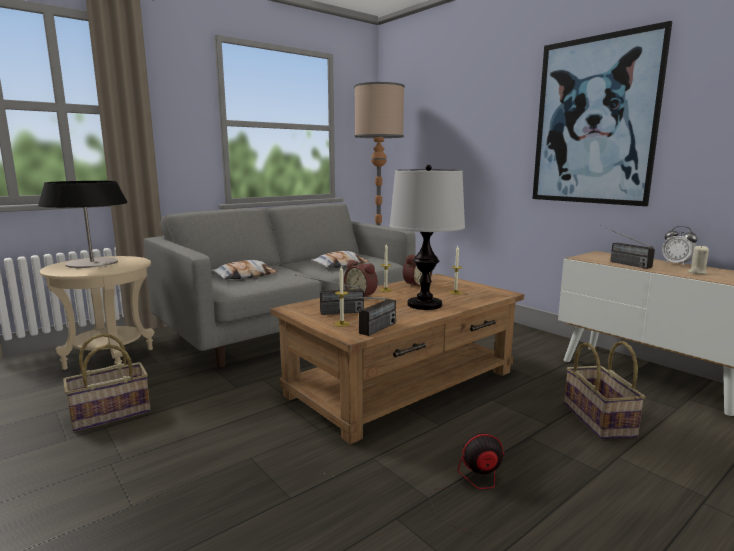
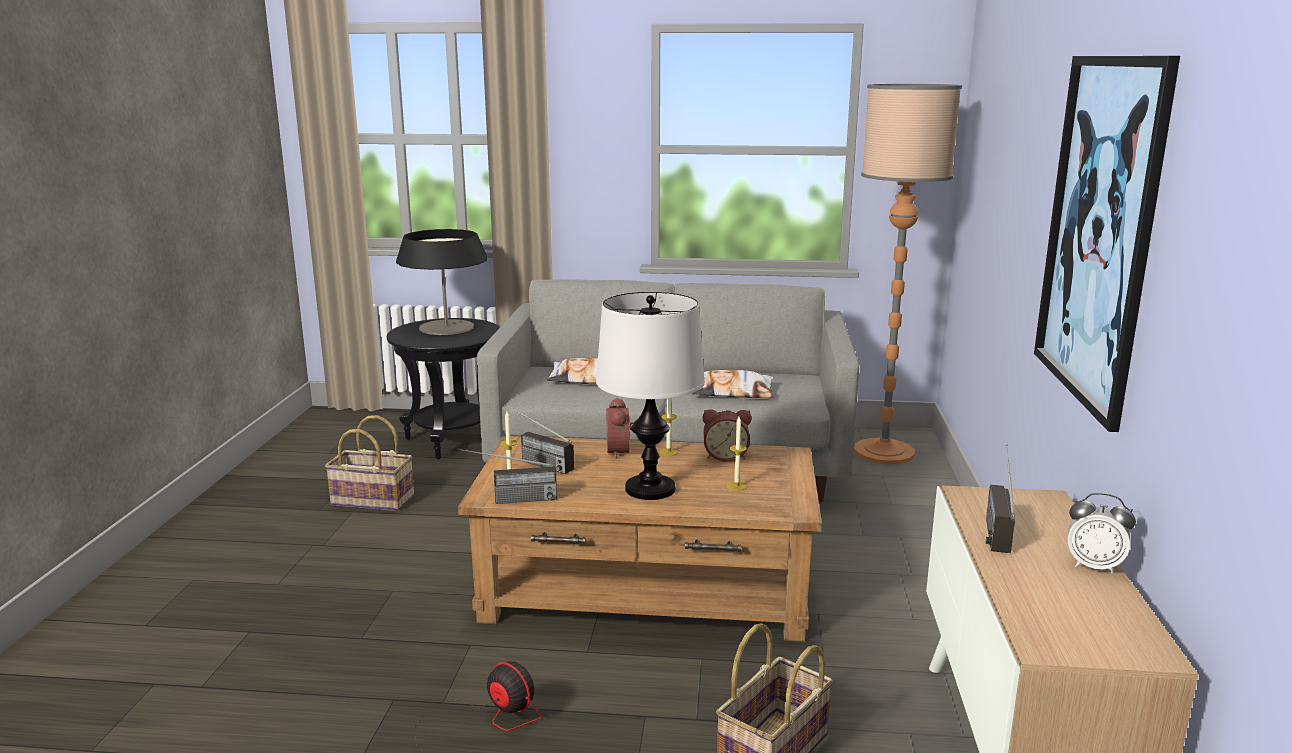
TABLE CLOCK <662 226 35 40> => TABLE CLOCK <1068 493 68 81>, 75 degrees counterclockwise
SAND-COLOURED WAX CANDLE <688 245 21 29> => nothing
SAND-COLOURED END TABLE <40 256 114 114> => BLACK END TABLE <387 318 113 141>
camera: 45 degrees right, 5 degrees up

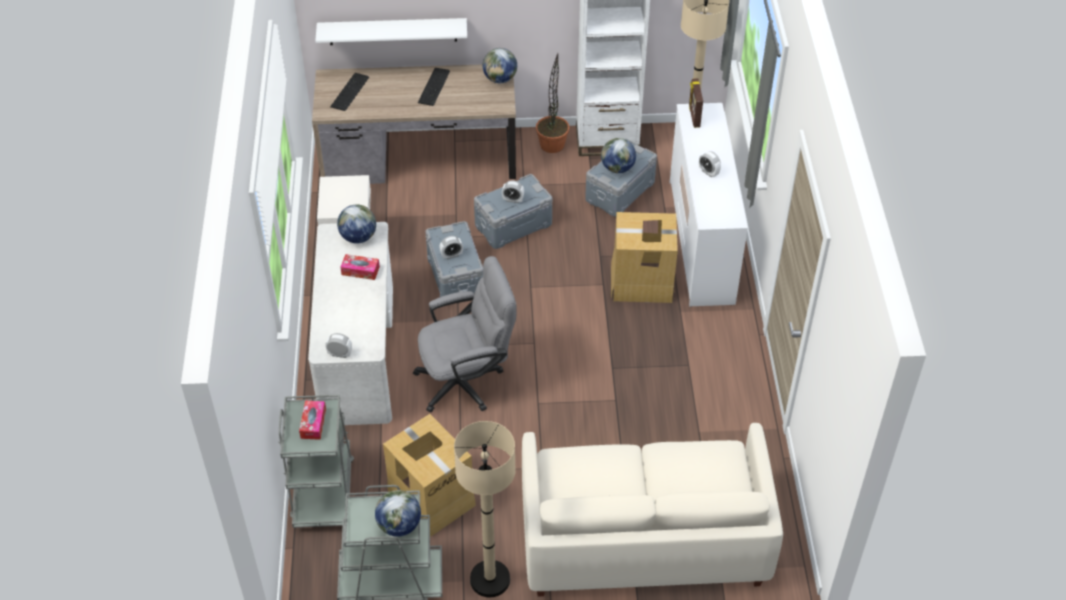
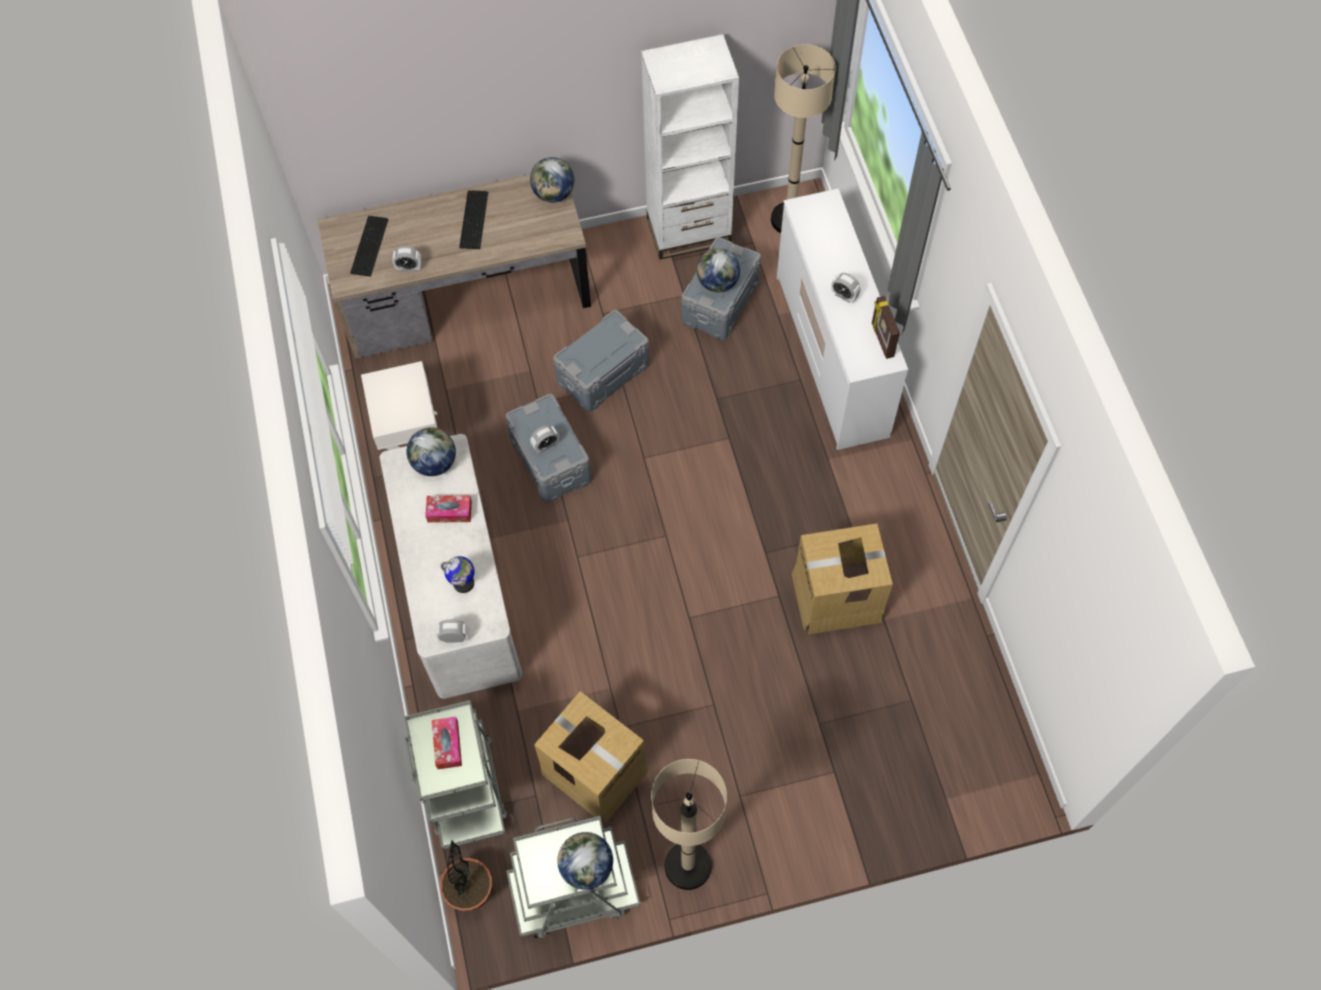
WHITISH SHELF <315 18 152 27> => nothing
PLANT IN A POT <536 53 33 100> => PLANT IN A POT <440 840 52 71>, shifted
STANDING FRAME <689 78 14 50> => STANDING FRAME <872 296 28 63>, shifted
TABLE CLOCK <502 180 22 23> => TABLE CLOCK <392 246 29 25>, shifted
PACKING BOX <611 212 67 91> => PACKING BOX <791 523 102 112>, shifted
GRAY DESK CHAIR <413 256 104 157> => nothing
WHITISH SETTEE <522 423 261 173> => nothing
nothing => DESK GLOBE <441 556 34 37>
camera: 10 degrees left, 15 degrees up

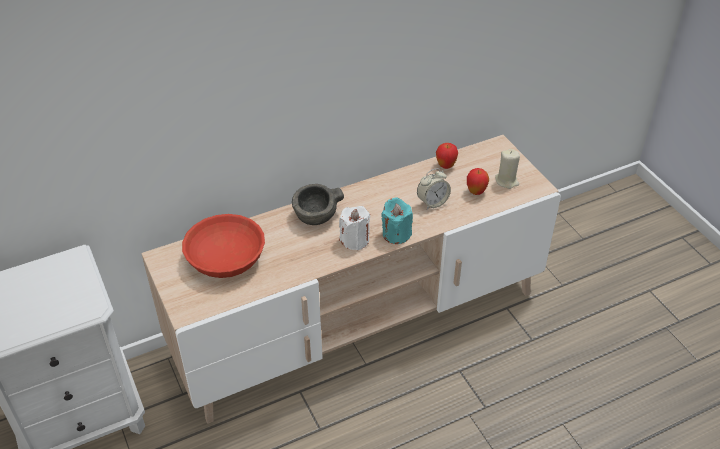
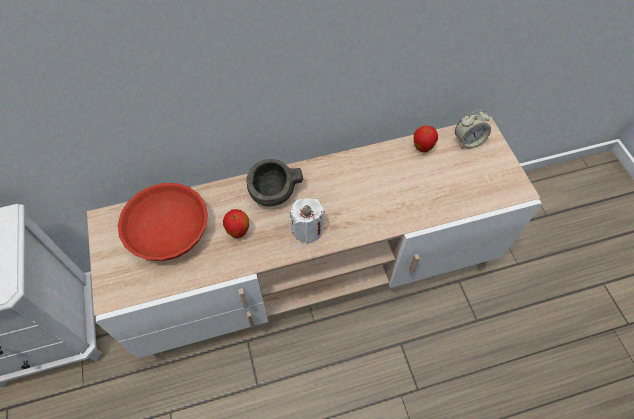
SAND-COLOURED WAX CANDLE <495 149 25 40> => nothing
TABLE CLOCK <417 168 34 41> => TABLE CLOCK <455 110 36 39>, shifted
WHOLE APPLE <467 168 22 27> => WHOLE APPLE <223 209 26 29>, shifted
TURQUOISE WAX CANDLE <381 197 32 47> => nothing
camera: 10 degrees right, 15 degrees up

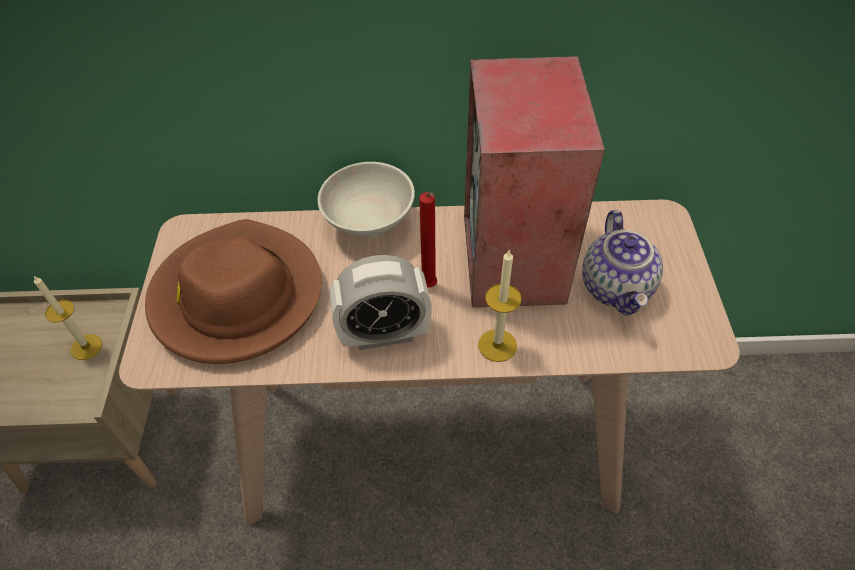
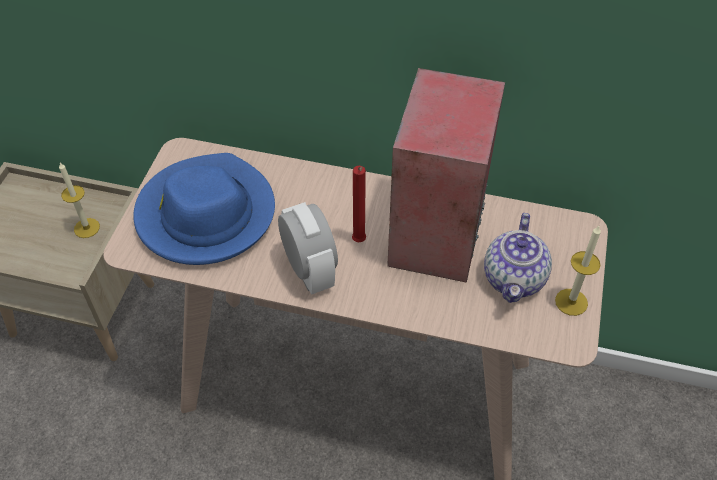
WHITISH DEEP DISH <318 162 97 76> => nothing
BROWN HAT <145 219 177 145> => BLUISH HAT <133 153 142 112>
WAX CANDLE <478 249 43 113> => WAX CANDLE <555 226 46 90>, shifted
TABLE CLOCK <330 255 102 95> => TABLE CLOCK <278 202 60 93>, 120 degrees counterclockwise
camera: 15 degrees right, 0 degrees up

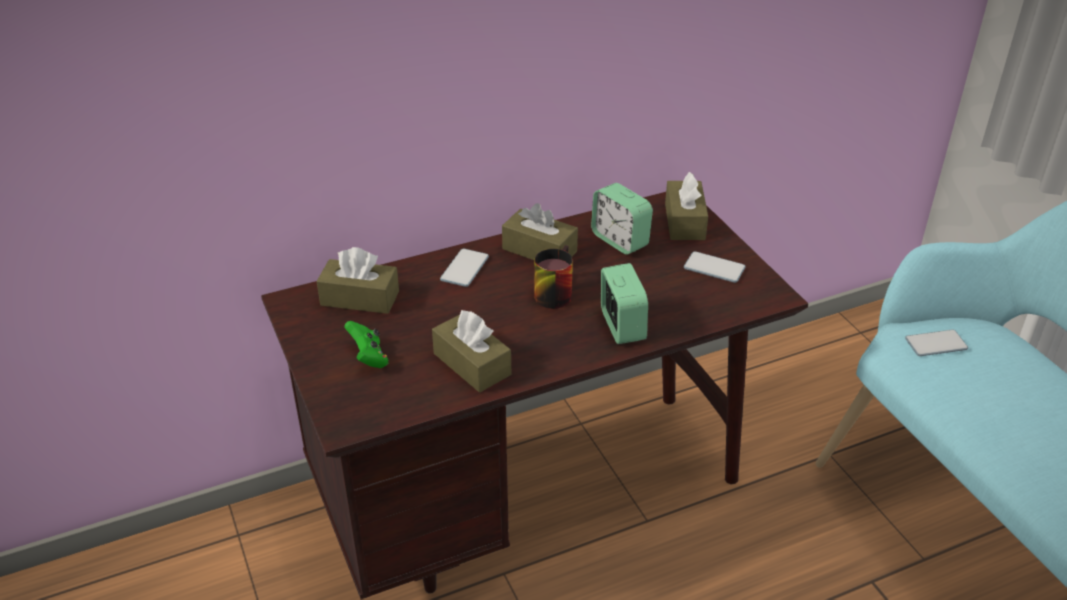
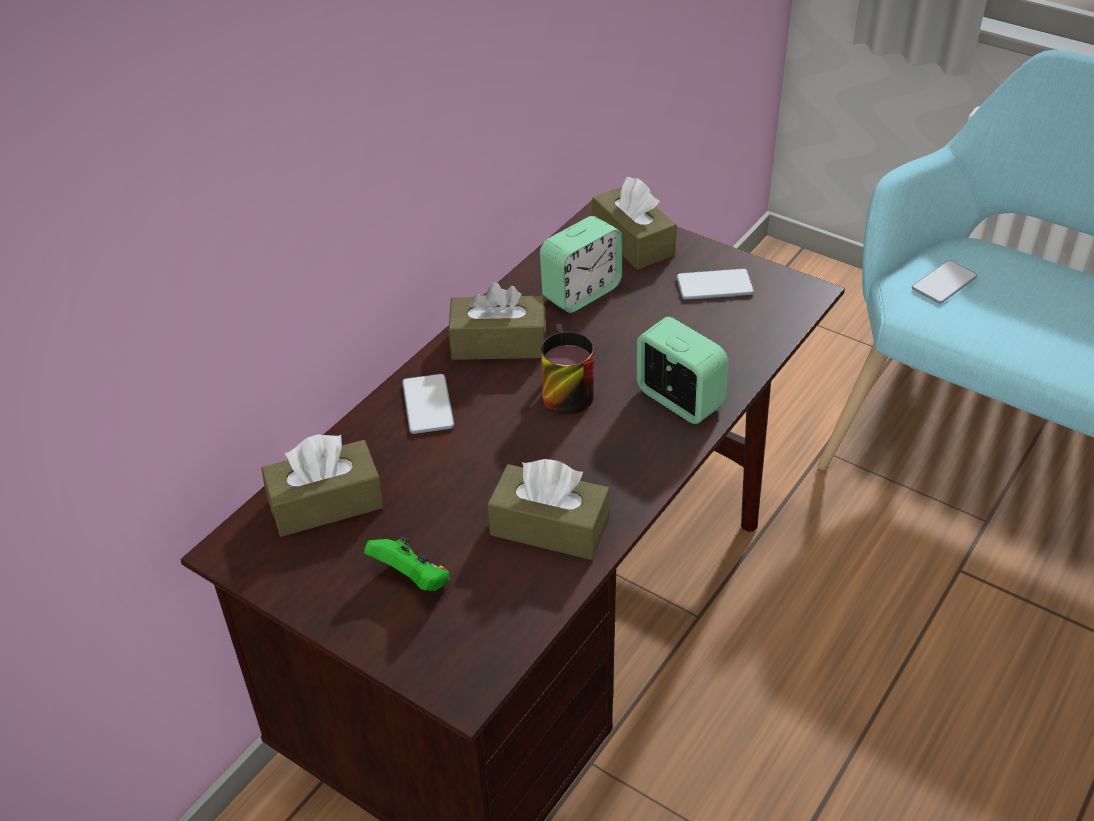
TABLE CLOCK <591 183 62 72> => TABLE CLOCK <540 216 82 97>, 60 degrees counterclockwise
camera: 30 degrees left, 5 degrees up

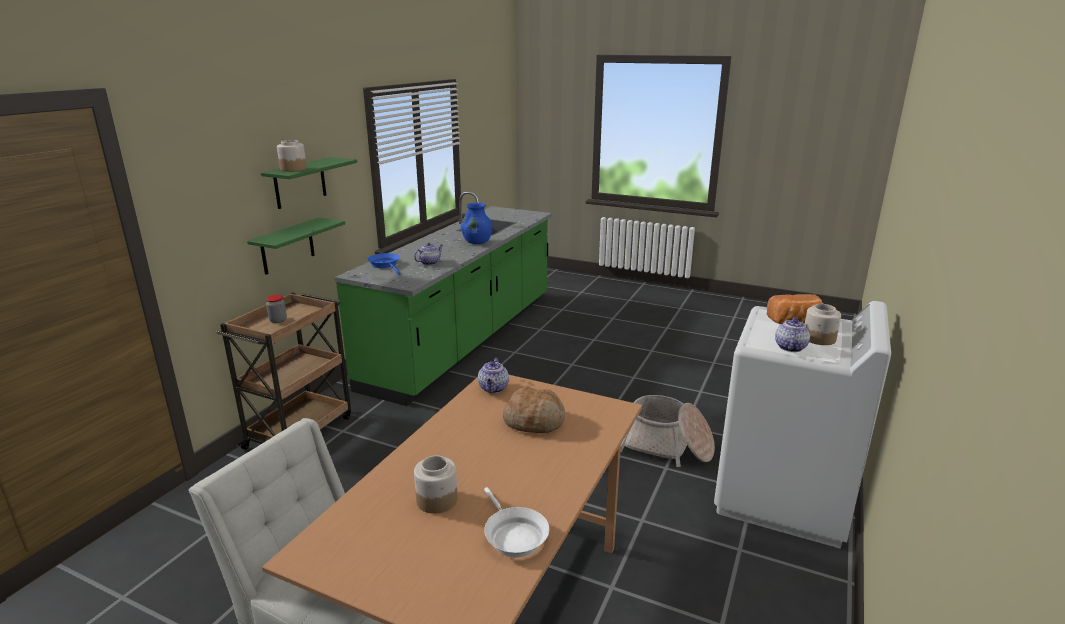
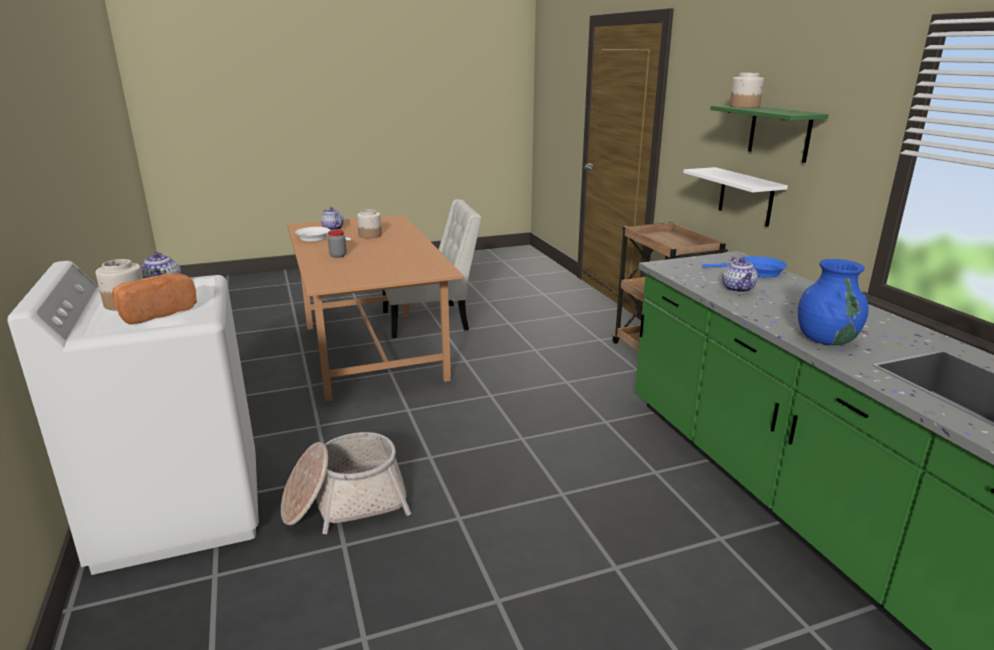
GREEN SHELF <247 217 98 58> => WHITISH SHELF <683 167 105 60>
PRESERVE JAR <266 295 21 28> => PRESERVE JAR <328 230 19 28>, shifted
POT FOR TEA <478 358 31 35> => POT FOR TEA <321 207 23 24>, shifted
BAKED BREAD <503 387 62 46> => nothing
camera: 135 degrees right, 0 degrees up

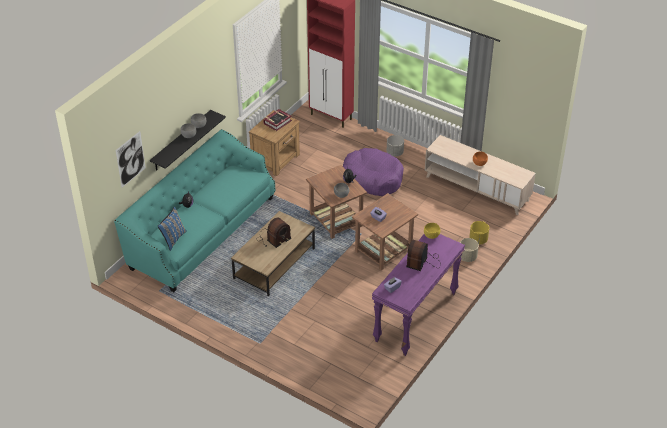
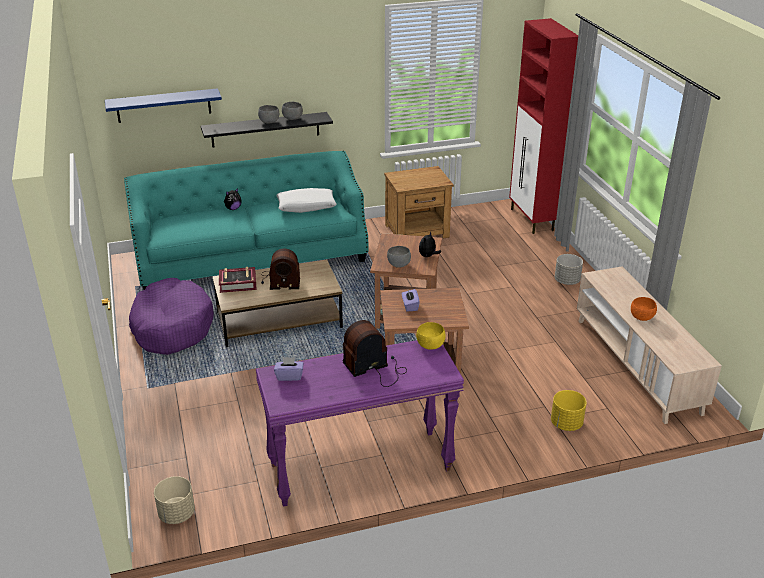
BOOK <263 109 29 22> => BOOK <219 267 38 26>, shifted
PICTURE <116 131 30 56> => BLUISH SHELF <105 88 117 35>
PURPLE-COLOURED DOG BED <343 148 61 48> => PURPLE-COLOURED DOG BED <129 278 85 77>, shifted
BLUISH CUSHION <158 207 29 44> => nothing
SAND-COLOURED PLANT POT <460 238 19 24> => SAND-COLOURED PLANT POT <154 476 41 48>, shifted
nothing => WHITISH CUSHION <276 188 61 25>
camera: 40 degrees right, 10 degrees down

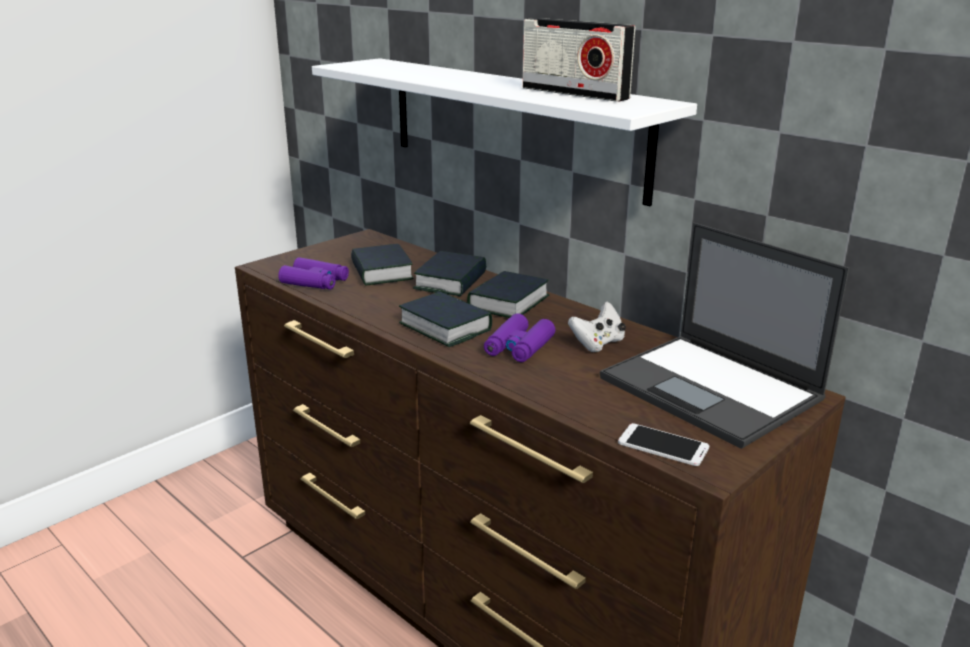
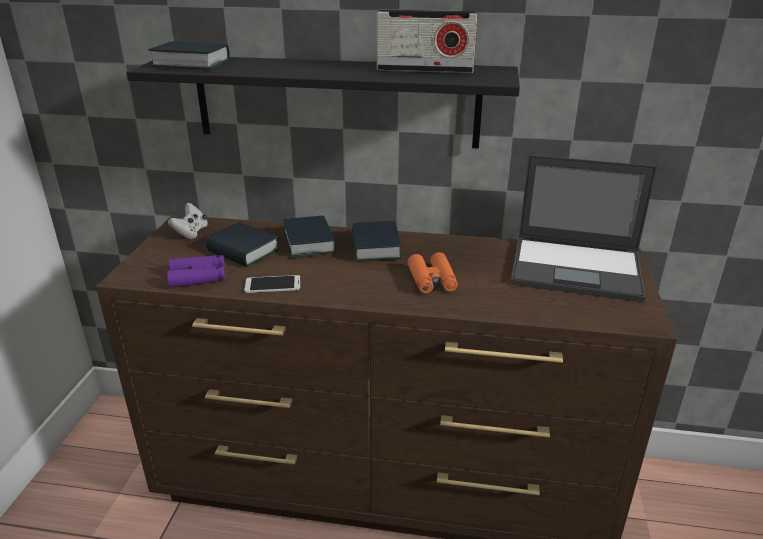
WHITISH SHELF <312 58 385 148> => BLACK SHELF <126 57 394 92>
BOOK <399 292 93 55> => BOOK <149 41 81 28>, shifted
WHITISH JOYPAD <568 301 58 51> => WHITISH JOYPAD <168 203 40 36>, shifted
PURPLE-COLOURED PAIR OF BINOCULARS <484 313 71 49> => ORANGE PAIR OF BINOCULARS <408 252 50 41>
TELEPHONE <618 423 91 43> => TELEPHONE <244 275 56 18>, shifted
camera: 35 degrees left, 5 degrees up

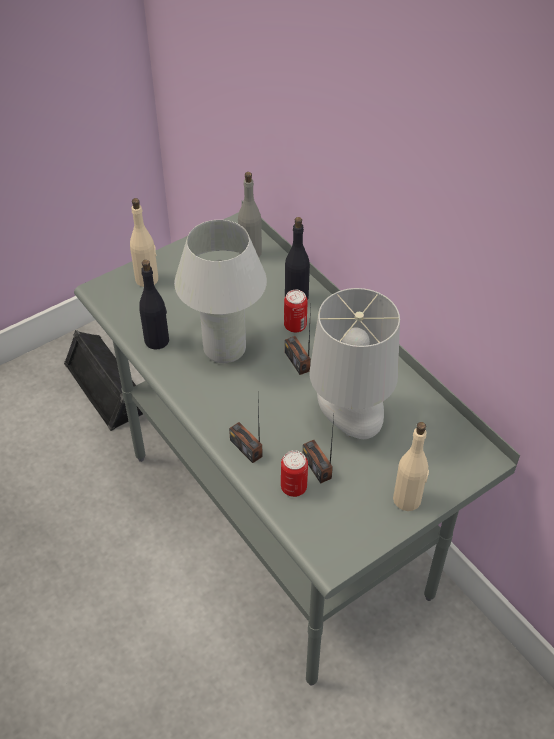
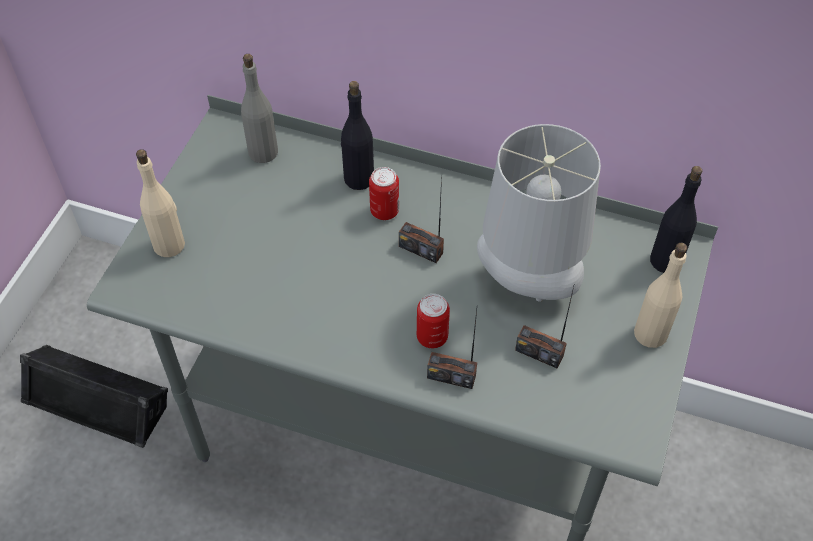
WHITISH TABLETOP LAMP <174 220 93 143> => nothing
BLACK BEVERAGE BOTTLE <139 260 30 89> => BLACK BEVERAGE BOTTLE <650 166 52 107>, shifted
METAL CAN <281 450 27 47> => METAL CAN <417 294 33 54>, shifted
camera: 35 degrees left, 5 degrees up

